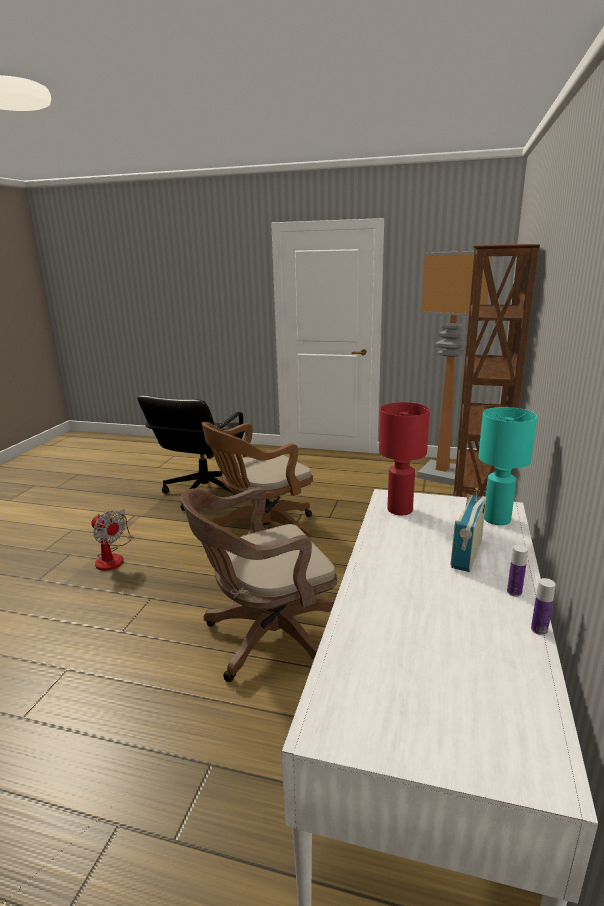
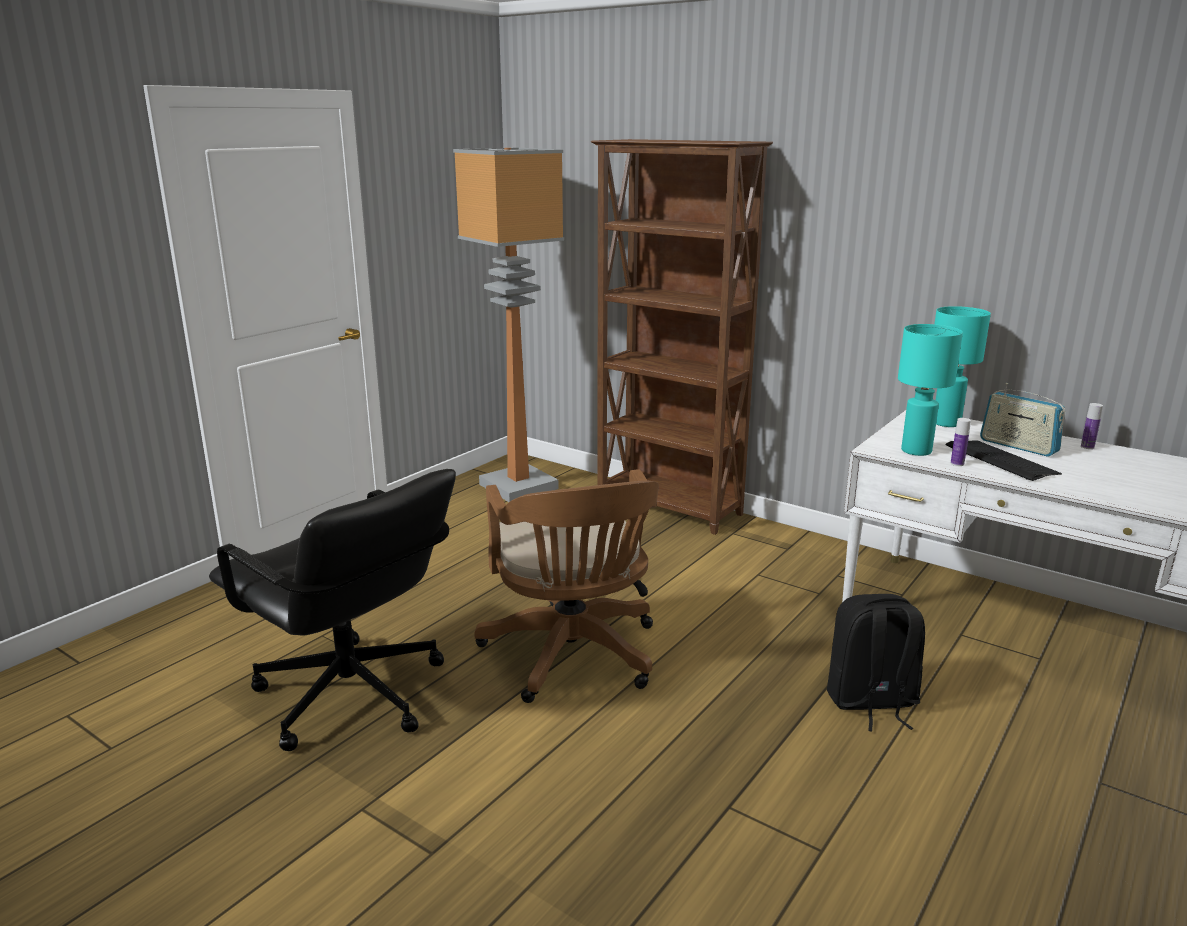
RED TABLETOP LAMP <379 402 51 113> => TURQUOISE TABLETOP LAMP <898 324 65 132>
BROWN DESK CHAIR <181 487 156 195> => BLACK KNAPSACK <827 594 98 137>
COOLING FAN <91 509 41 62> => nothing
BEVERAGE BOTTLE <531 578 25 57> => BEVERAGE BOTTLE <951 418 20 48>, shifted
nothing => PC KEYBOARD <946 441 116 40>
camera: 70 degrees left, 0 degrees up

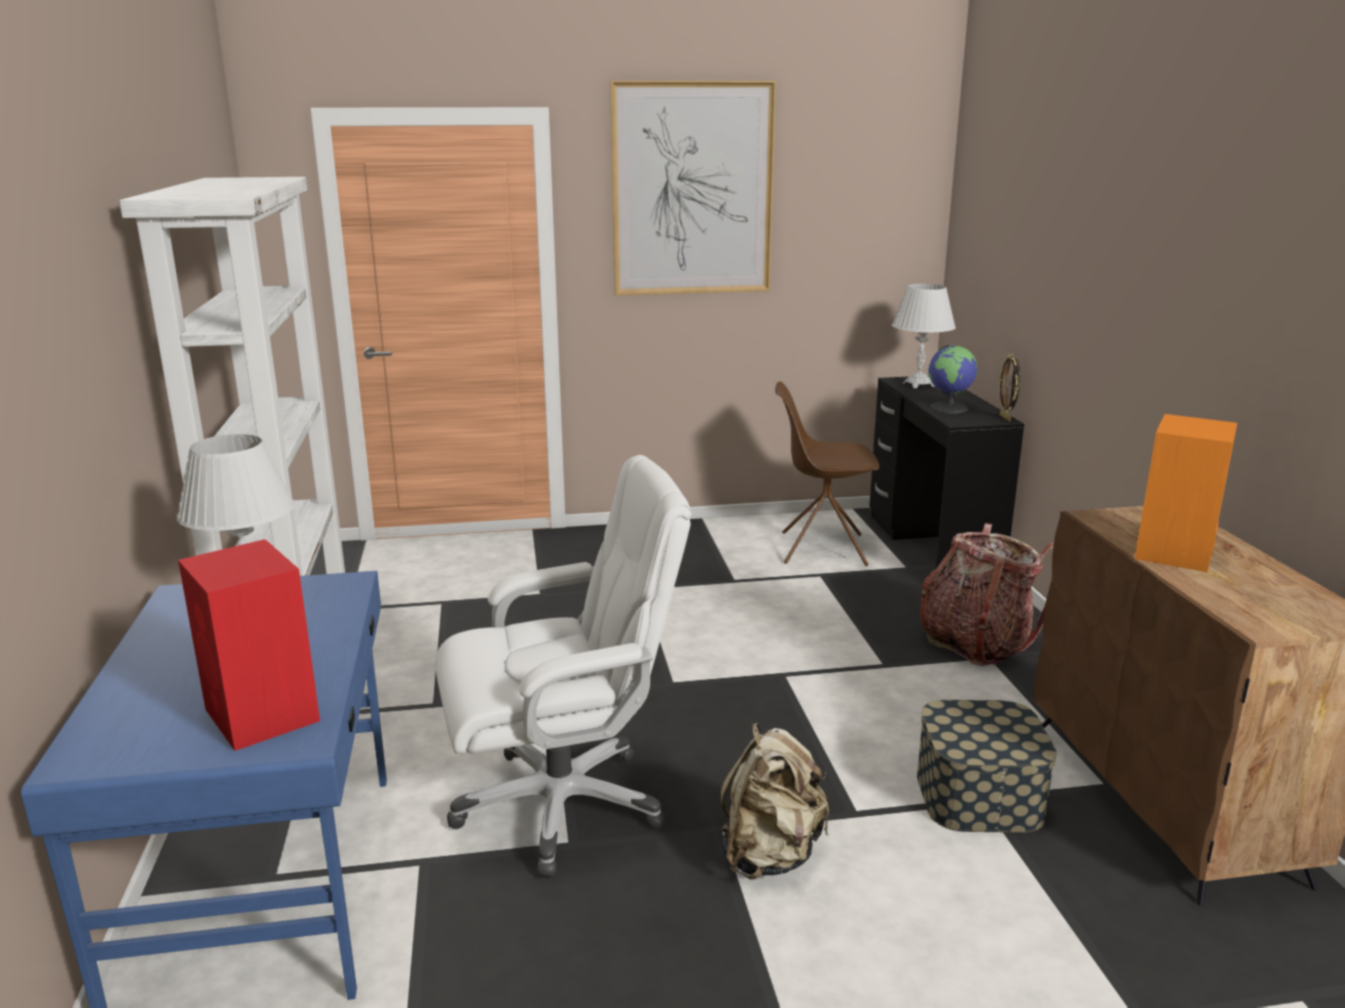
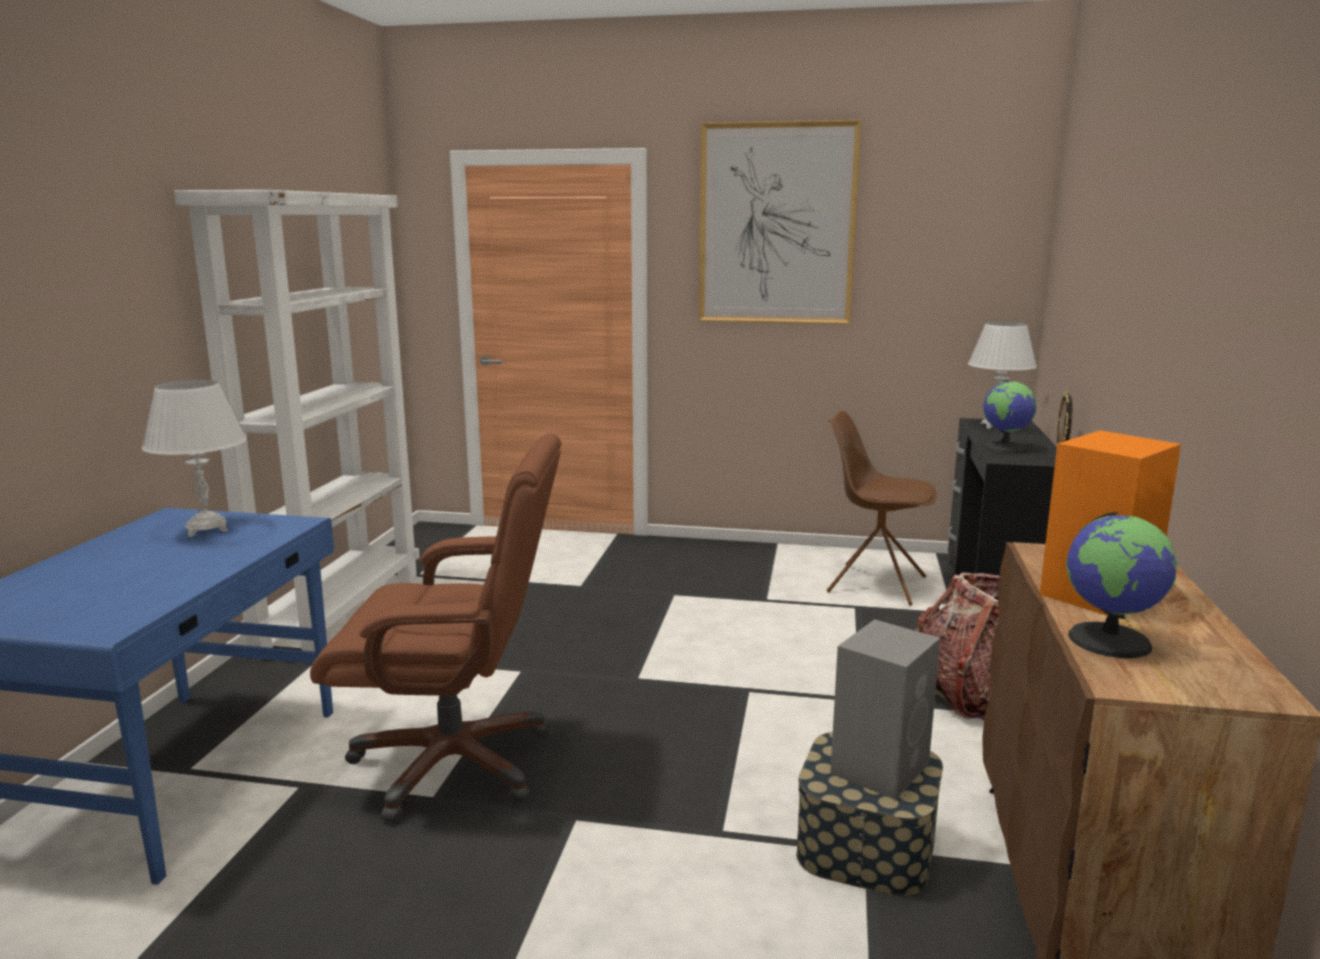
WHITISH DESK CHAIR <435 455 256 422> => BROWN DESK CHAIR <310 433 251 390>
RED LOUDSPEAKER <178 539 142 212> => nothing
SAND-COLOURED KNAPSACK <721 723 108 157> => nothing
nothing => DESK GLOBE <1066 512 112 146>
nothing => GRAY LOUDSPEAKER <830 619 110 181>
camera: 20 degrees right, 5 degrees down

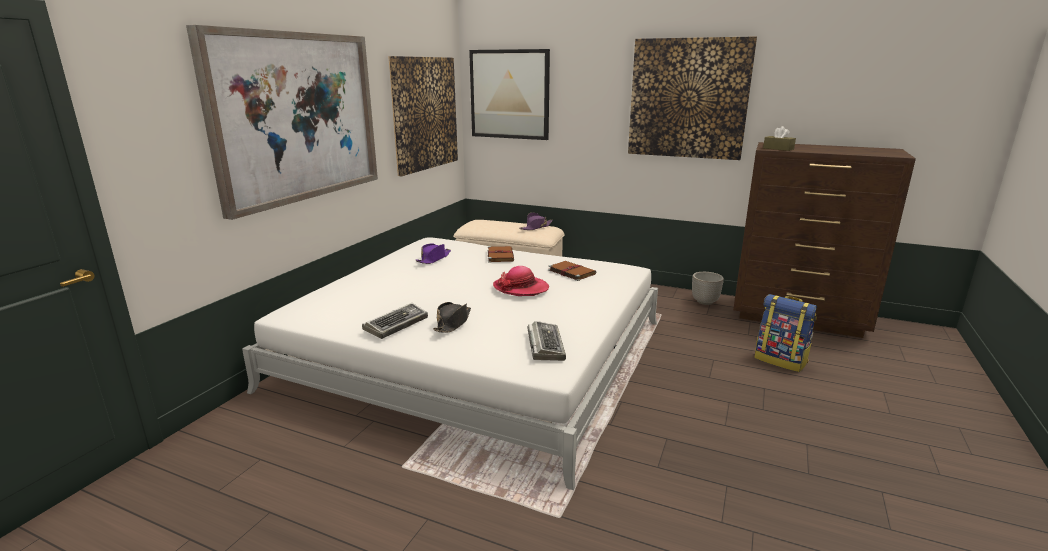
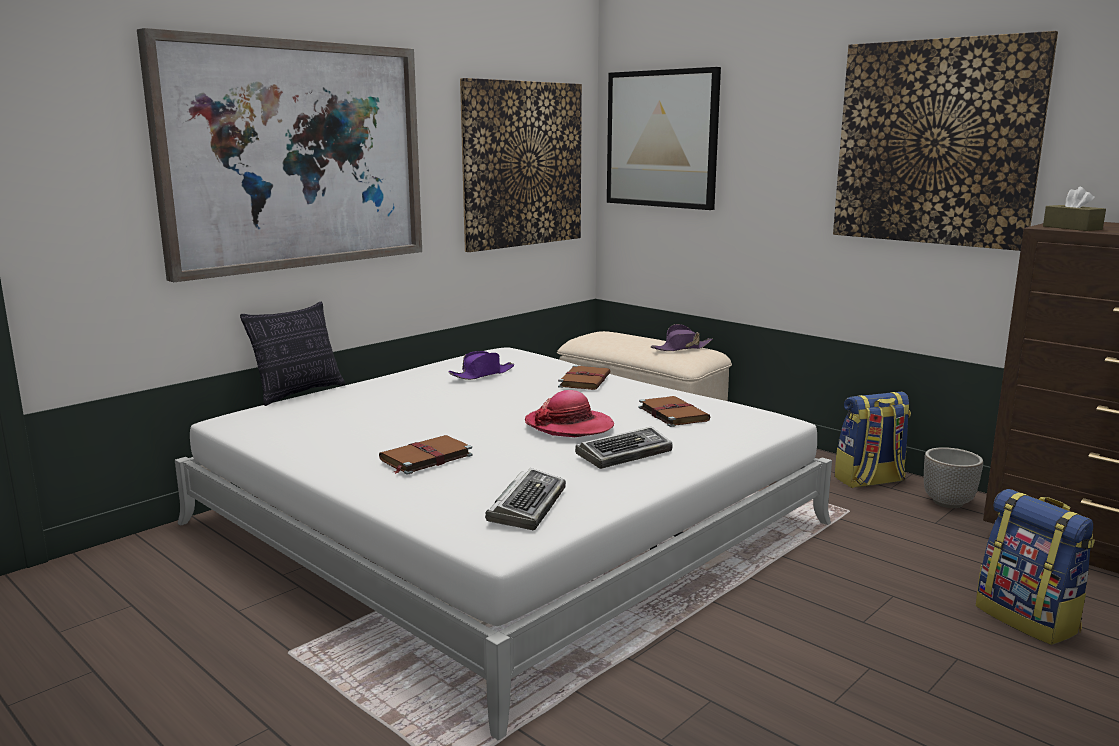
BLACK HAT <433 302 38 31> => BROWN BOOK <379 435 94 40>
PC KEYBOARD <362 303 66 36> => PC KEYBOARD <575 426 98 43>, shifted
nothing => CUSHION <240 302 105 104>
nothing => KNAPSACK <835 392 76 96>
camera: 20 degrees right, 5 degrees down

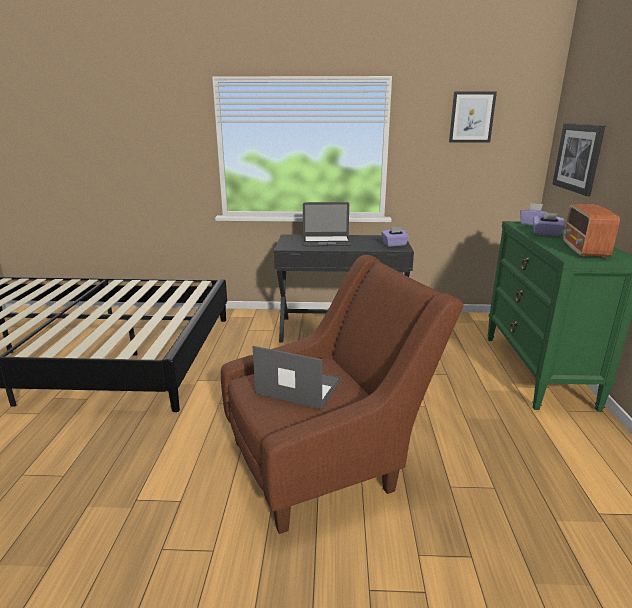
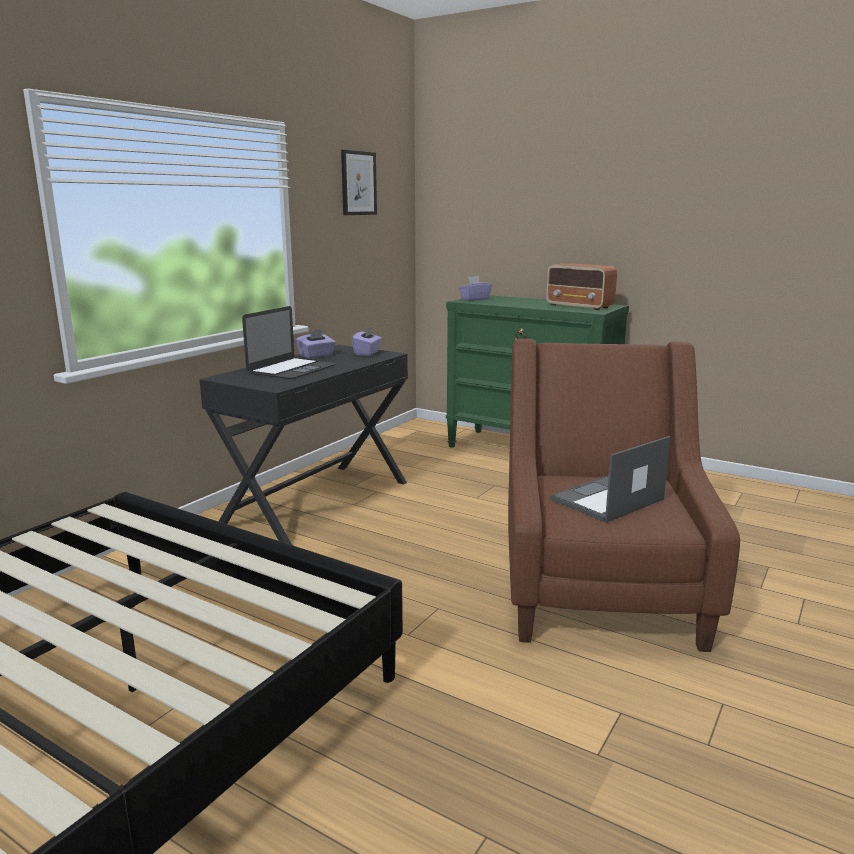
PICTURE <552 123 53 73> => nothing
PURPLE-COLOURED TISSUE BOX <533 212 32 24> => PURPLE-COLOURED TISSUE BOX <296 329 40 29>, shifted
camera: 60 degrees left, 5 degrees down

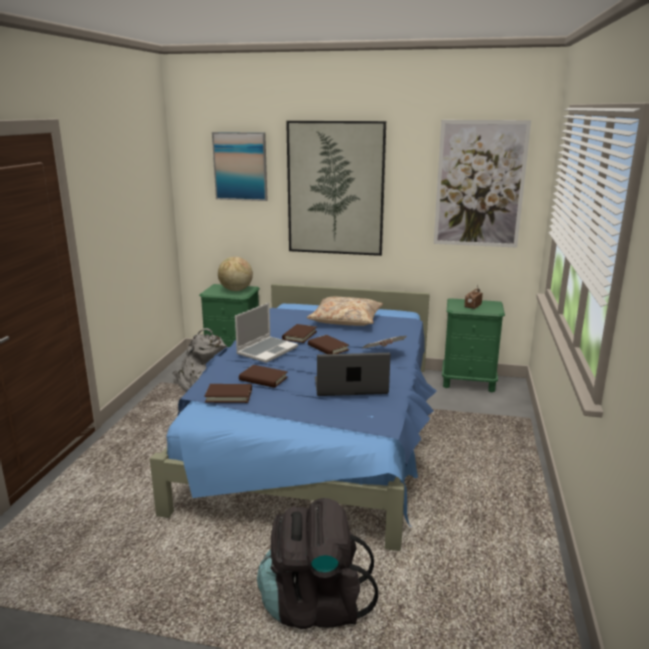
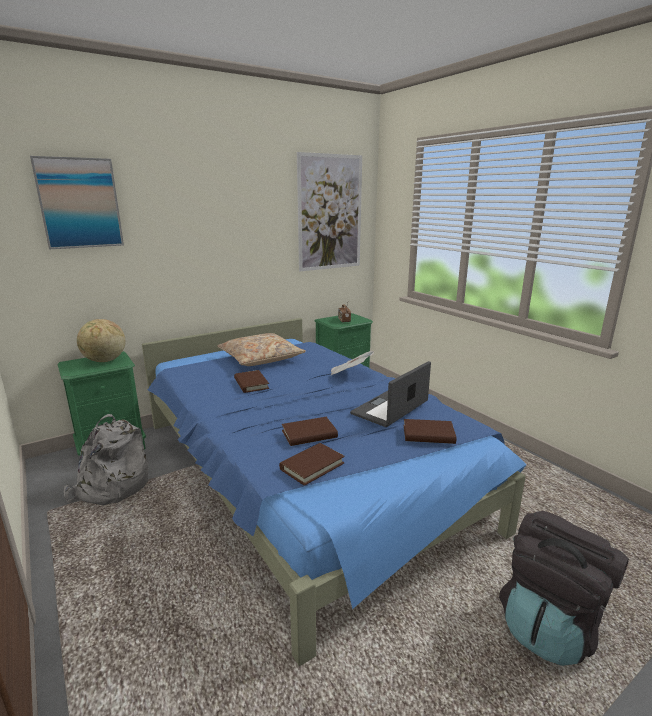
PICTURE <286 121 100 135> => nothing
PORTABLE COMPUTER <235 303 63 60> => nothing
BROWN BOOK <308 335 41 19> => BROWN BOOK <404 419 53 25>, shifted
camera: 45 degrees left, 0 degrees up

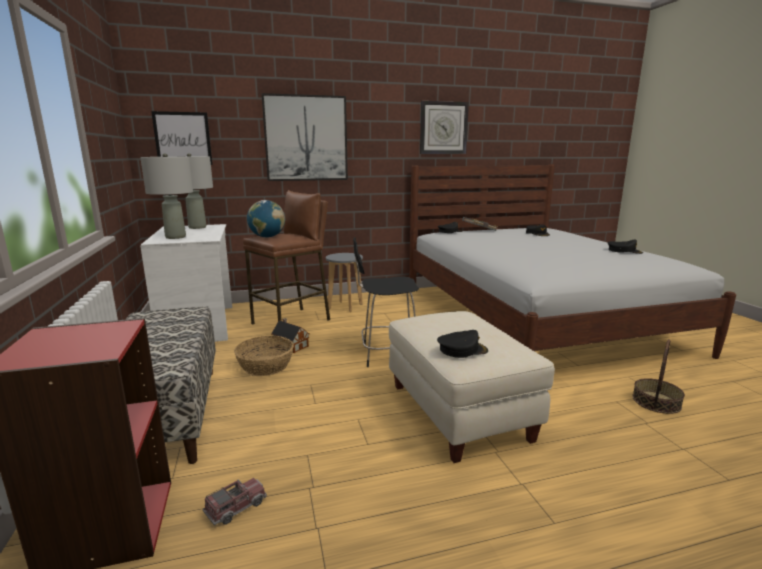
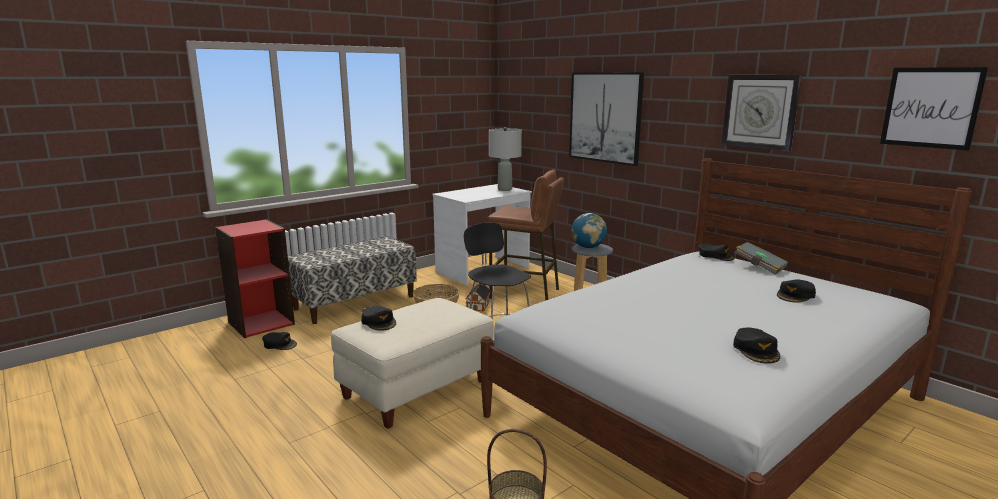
PICTURE <151 111 61 54> => PICTURE <880 67 108 84>, shifted
GRAY TABLETOP LAMP <140 153 53 86> => nothing
DESK GLOBE <247 200 38 38> => DESK GLOBE <571 213 36 35>, shifted
TOY TRUCK <202 478 65 47> => BLACK PEAKED CAP <262 332 35 18>
camera: 65 degrees right, 0 degrees up

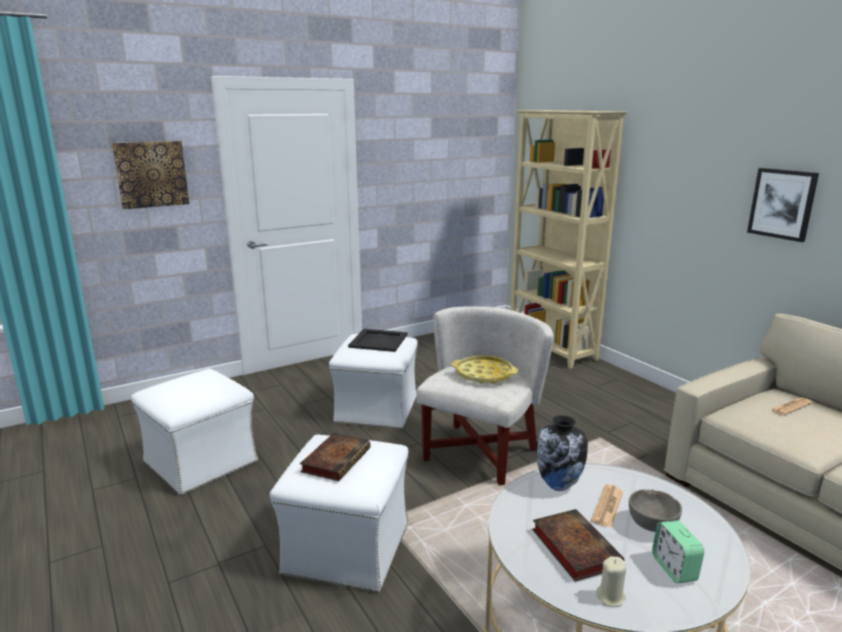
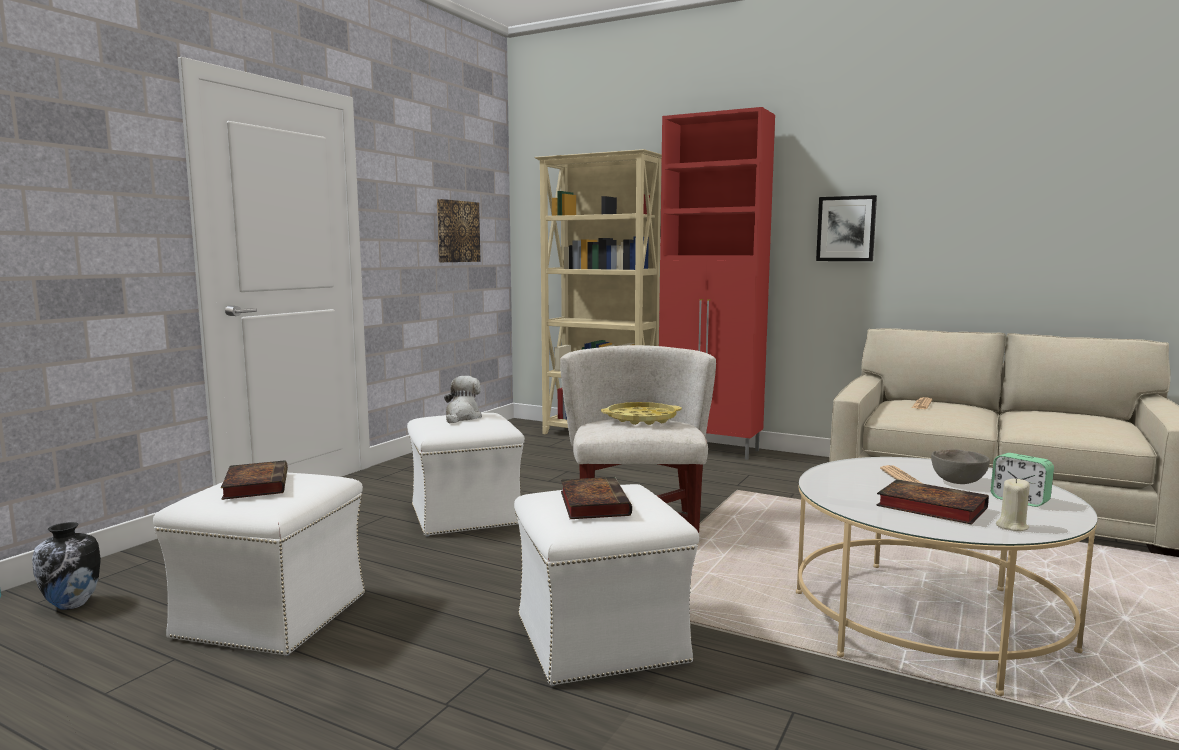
PICTURE <112 141 77 68> => PICTURE <437 199 43 63>, shifted
BLACK TRAY <348 329 60 23> => PLUSH TOY <444 376 38 48>
FLOWER VASE <536 415 52 76> => FLOWER VASE <32 522 69 88>, shifted
nothing => RED STORAGE CABINET <659 107 116 353>
nothing => BOOK <221 460 67 40>
camera: 30 degrees left, 10 degrees down

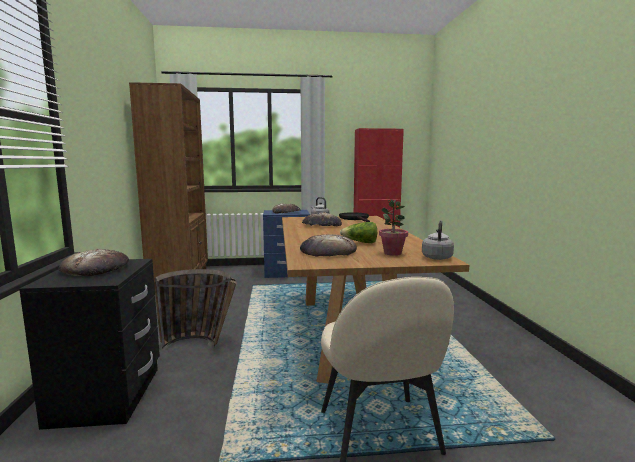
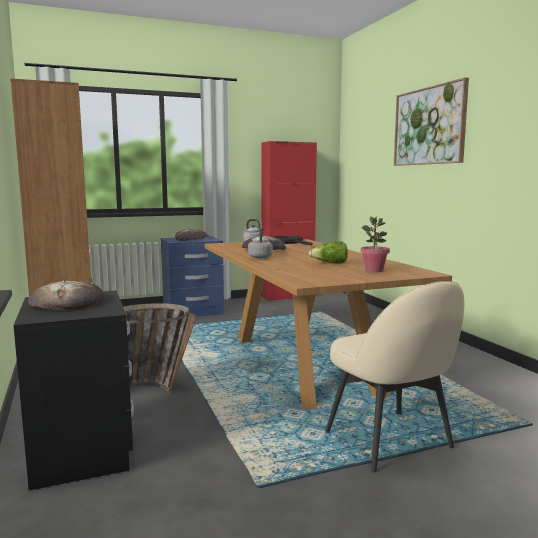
GRAY KETTLE <422 220 32 40> => GRAY KETTLE <248 227 25 31>, shifted
BAKED BREAD <300 234 57 23> => nothing
nothing => PICTURE <394 77 75 89>
camera: 15 degrees left, 0 degrees up

